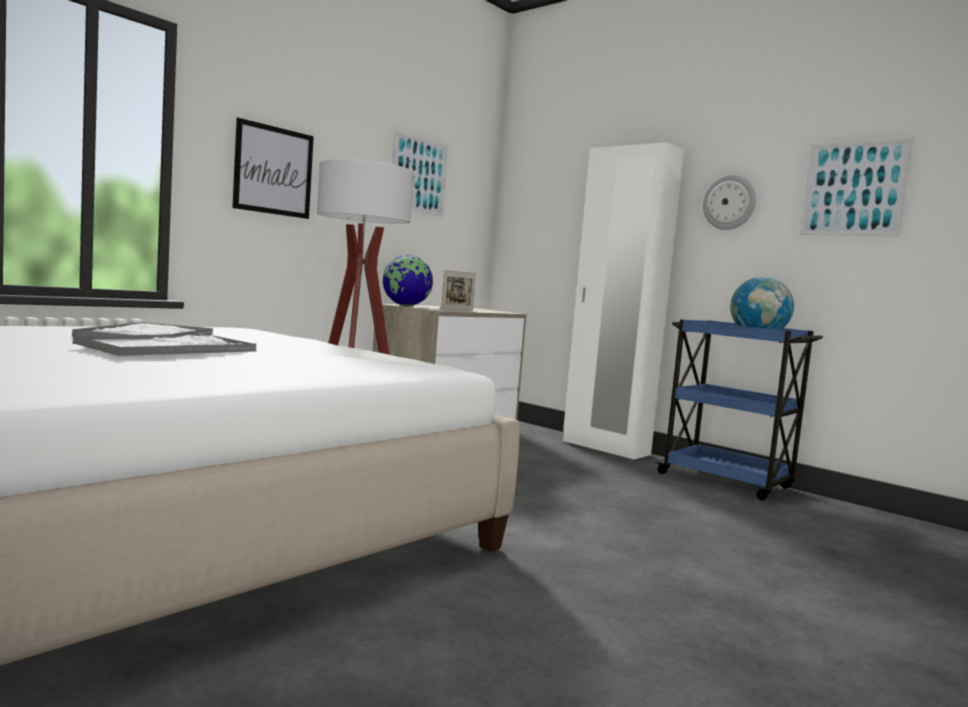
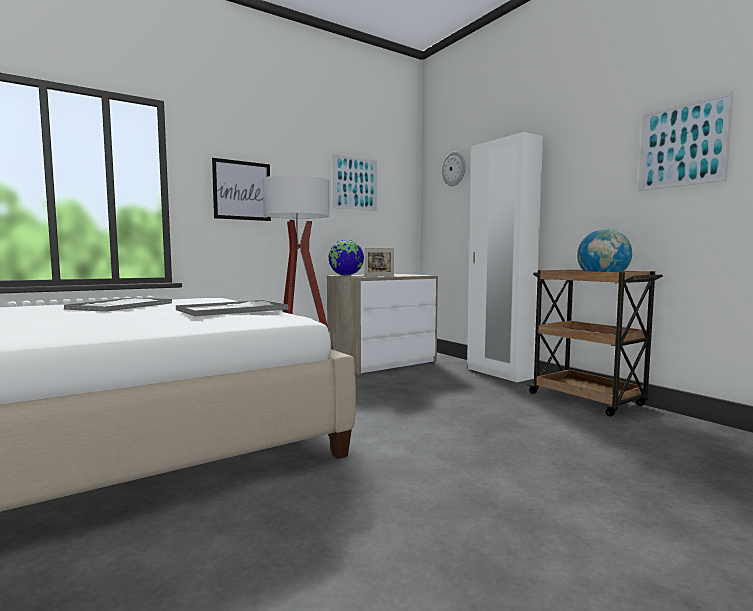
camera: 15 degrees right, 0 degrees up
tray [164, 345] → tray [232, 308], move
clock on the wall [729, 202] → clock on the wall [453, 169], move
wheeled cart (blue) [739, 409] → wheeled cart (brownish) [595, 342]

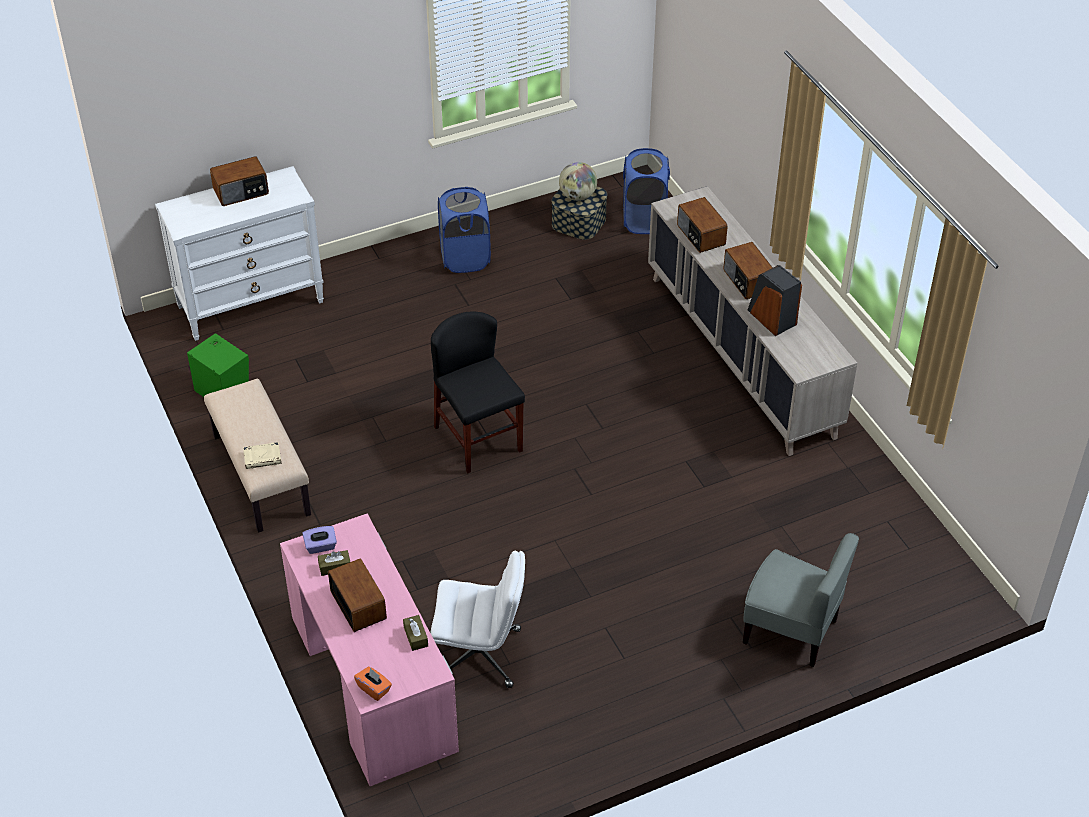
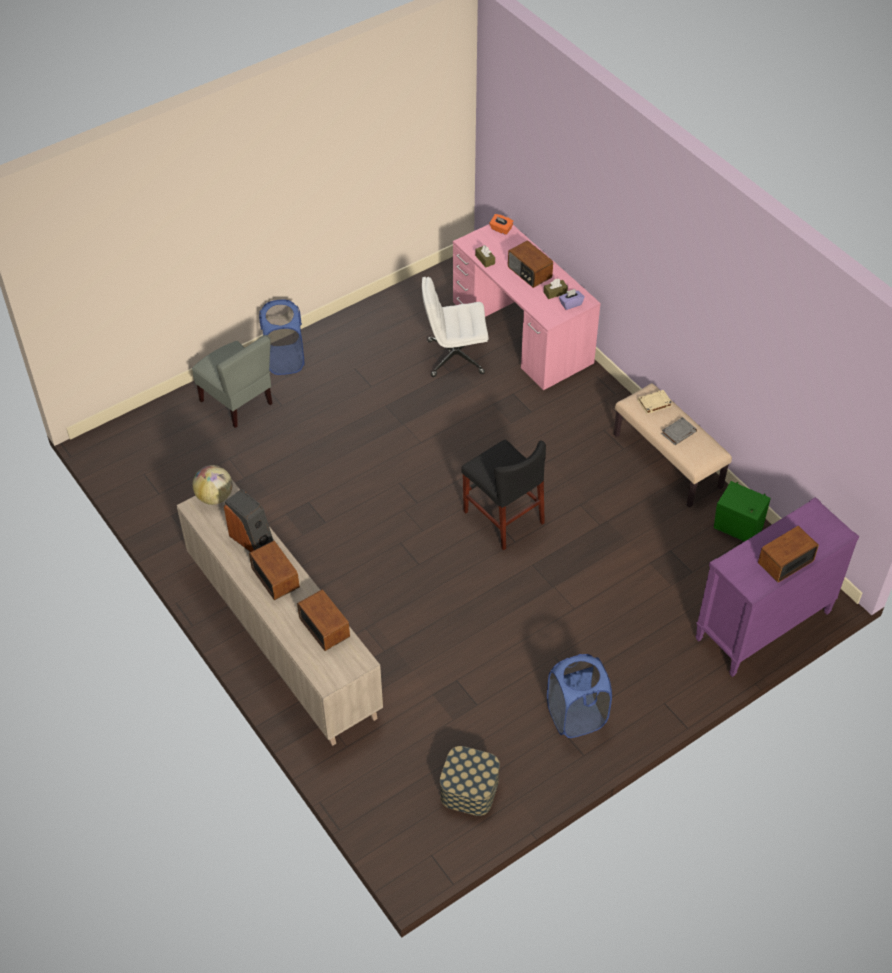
camera: 170 degrees right, 5 degrees up
upright chair (greyish) [801, 600] → upright chair (greyish) [232, 381], 150 degrees counterclockwise
globe [578, 181] → globe [212, 485], move
washing basket (blue) [646, 191] → washing basket (blue) [282, 337], move
- → book (greyish) [679, 431]
chest of drawers (whitish) [239, 253] → chest of drawers (purplish) [777, 587]

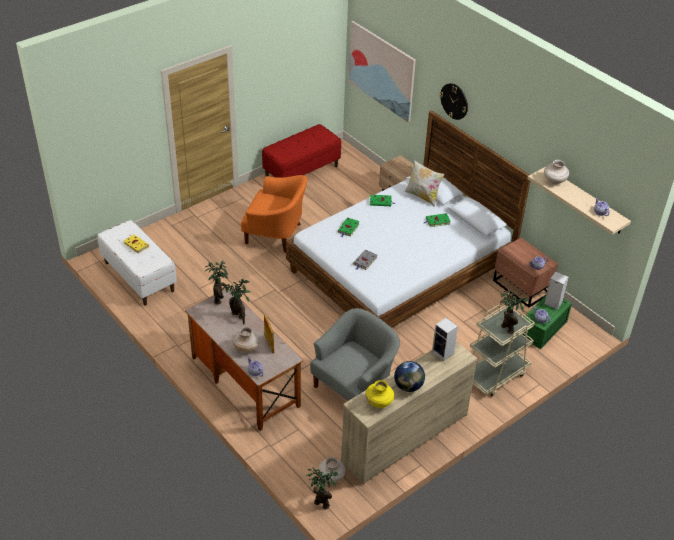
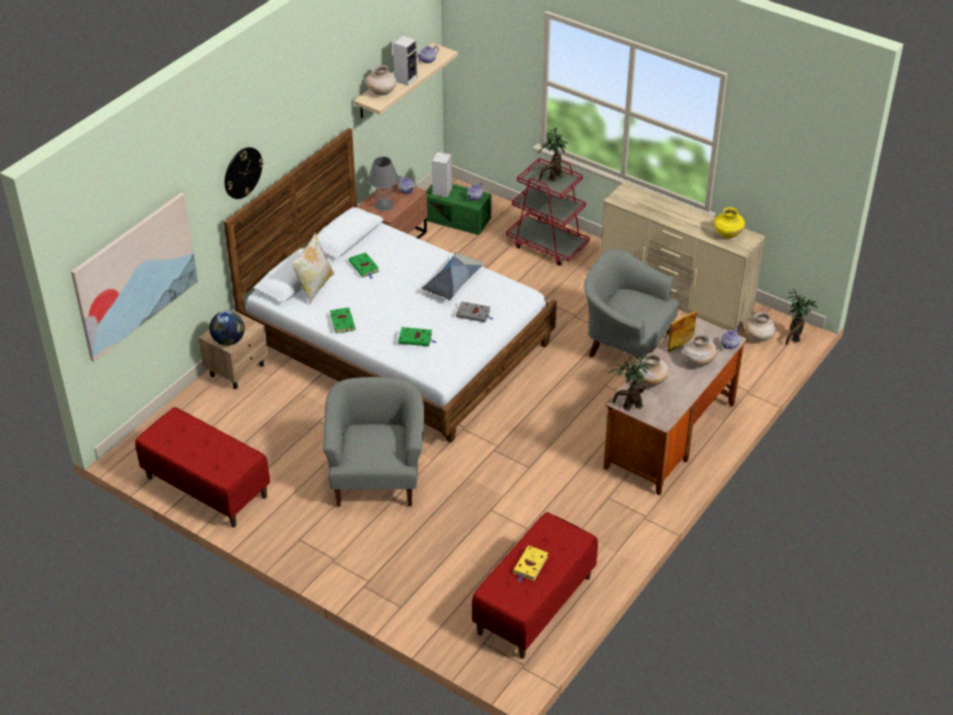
camera: 105 degrees left, 0 degrees up
globe [409, 376] → globe [227, 328], move
armchair (orangey) [274, 214] → armchair (greyish) [373, 441]
- → table lamp (greyish) [383, 184]
loudspeaker [445, 339] → loudspeaker [405, 60], move
- → throw pillow [453, 276]
long seat (whitish) [137, 263] → long seat (red-coloured) [535, 585]
wheeled cart (beige) [502, 350] → wheeled cart (red-coloured) [548, 212]
plant in a pot [236, 301] → decorative vase (beige) [652, 369]

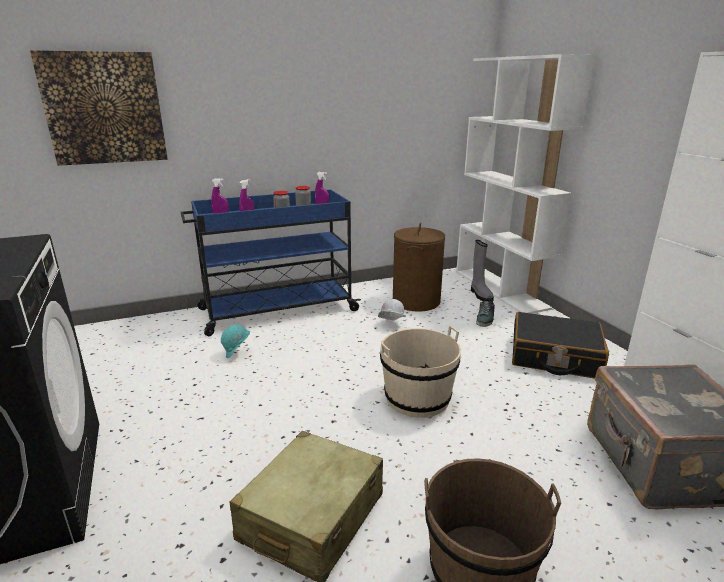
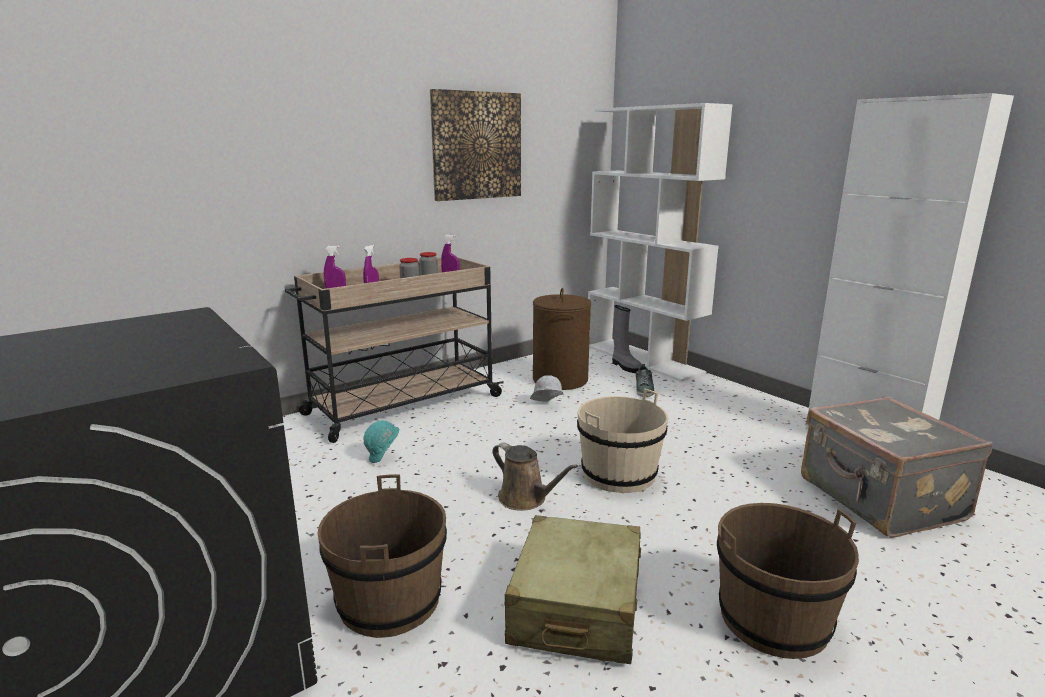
camera: 15 degrees left, 5 degrees down
wheeled cart (blue) [270, 262] → wheeled cart (beige) [394, 350]
- → bucket (brownish) [382, 556]
picture [99, 108] → picture [475, 145], move
- → sprinkling can (brownish) [535, 476]
travel case (black) [560, 345] → -

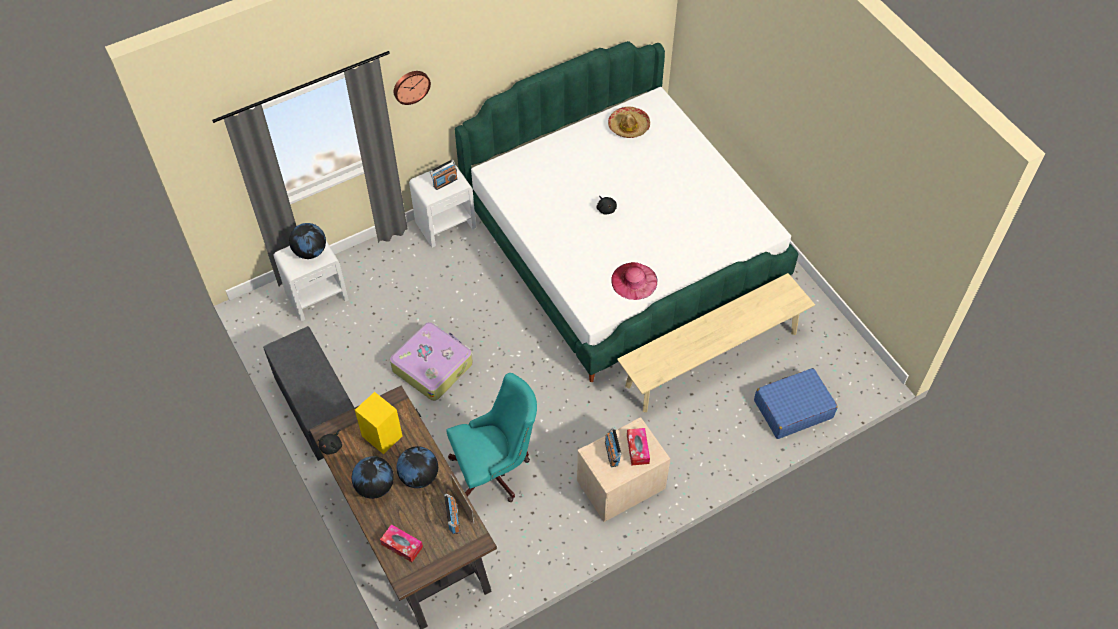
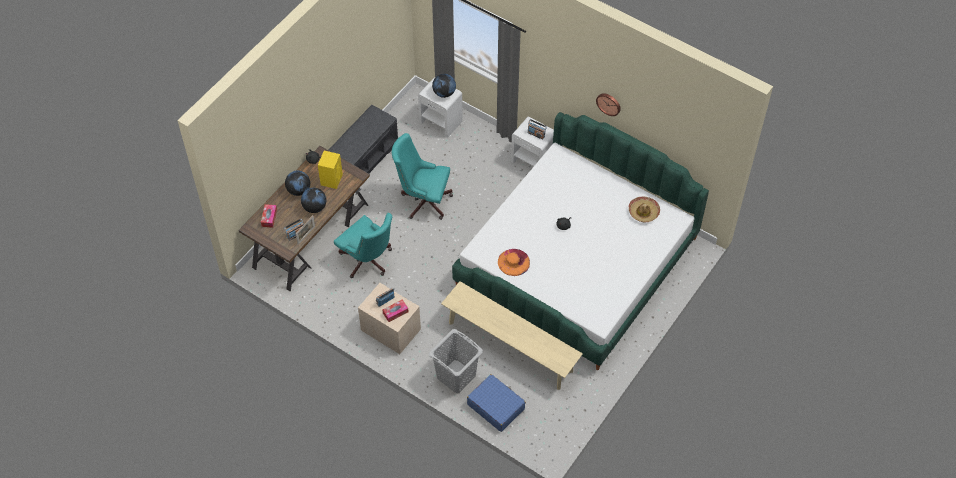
camera: 65 degrees right, 0 degrees up
travel case [431, 361] → office chair (turquoise) [422, 176]
- → washing basket (greyish) [456, 361]
clothing hat (pinkish) [634, 281] → clothing hat (orangey) [514, 262]
clock on the wall [412, 88] → clock on the wall [608, 104], move

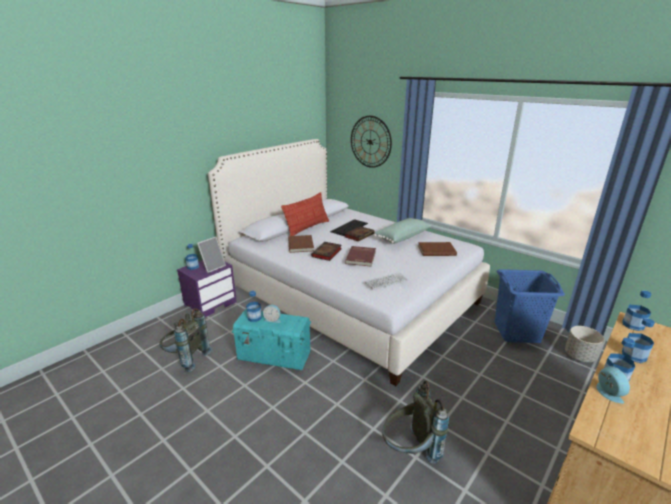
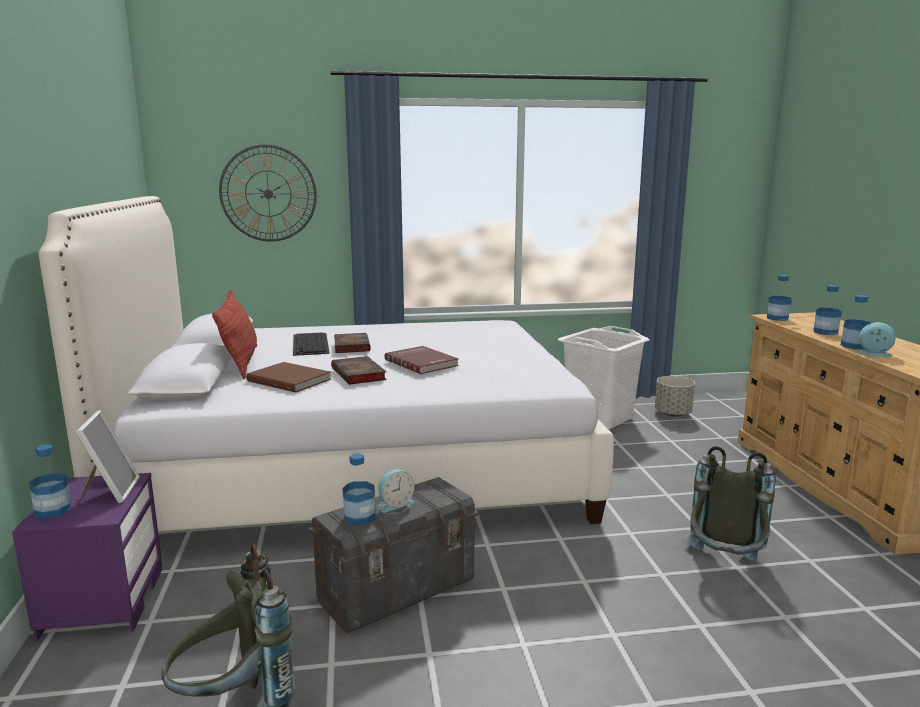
camera: 50 degrees left, 10 degrees down
storage box (turquoise) [271, 339] → storage box (greyish) [393, 555]
washing basket (blue) [530, 306] → washing basket (whitish) [604, 378]
keyboard [386, 281] → -
throw pillow (green-coloured) [402, 231] → -
book (brownish) [437, 249] → -

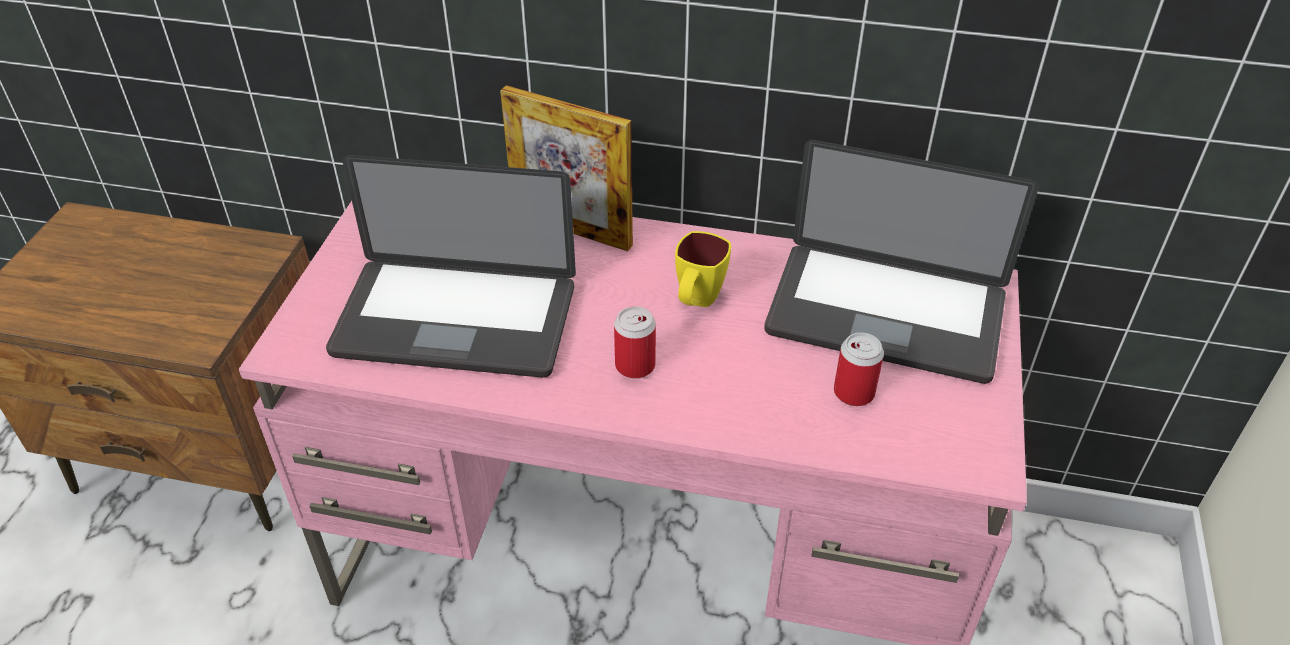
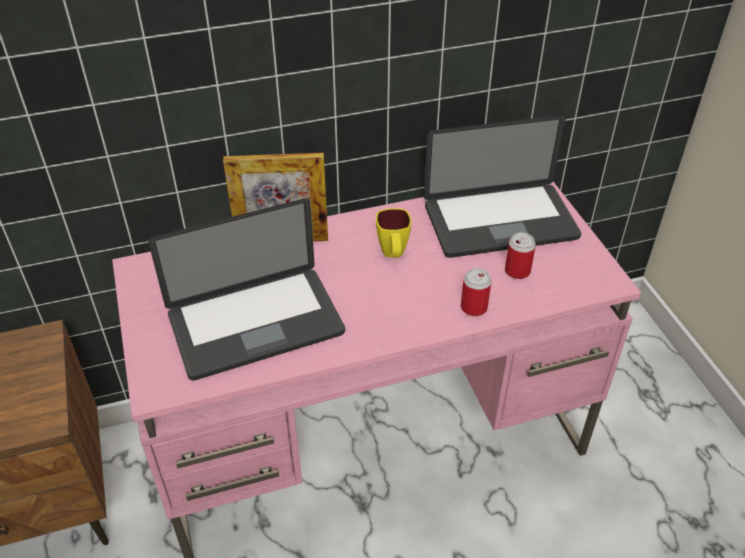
camera: 30 degrees left, 0 degrees up
can [635, 342] → can [476, 292], move

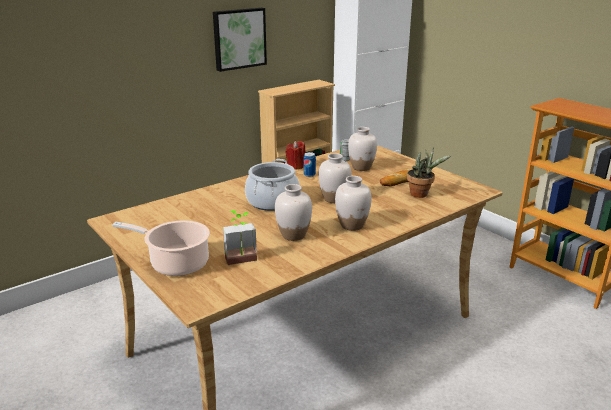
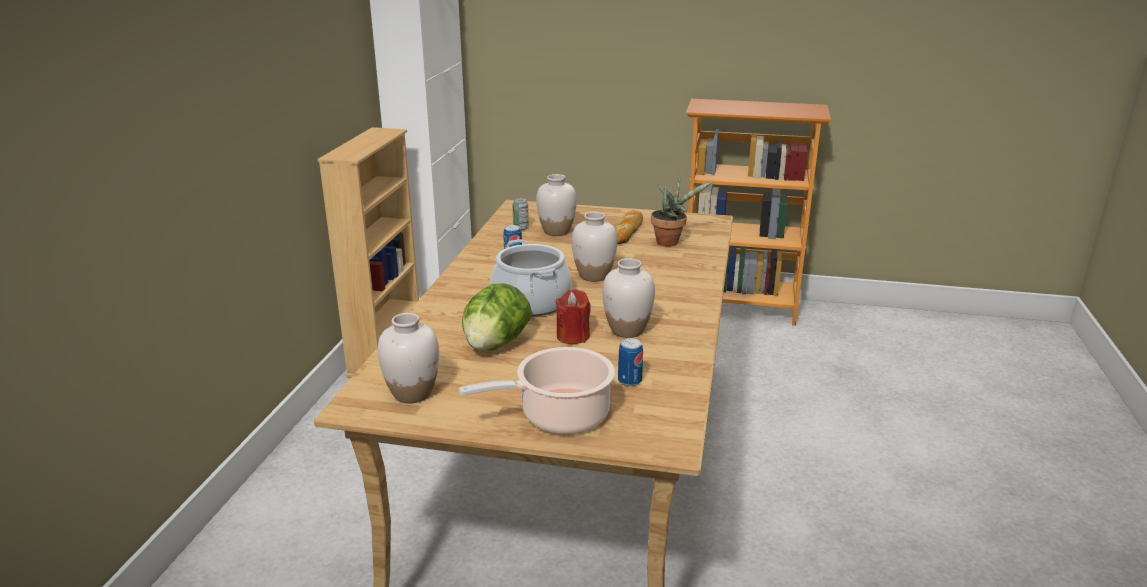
camera: 40 degrees left, 0 degrees up
decorative vase (whitish) [353, 203] → decorative vase (whitish) [408, 358], move
- → lettuce [497, 317]
wax candle (red-coloured) [295, 155] → wax candle (red-coloured) [573, 316], move
plant in a pot [240, 237] → can [630, 362]
picture [240, 40] → -

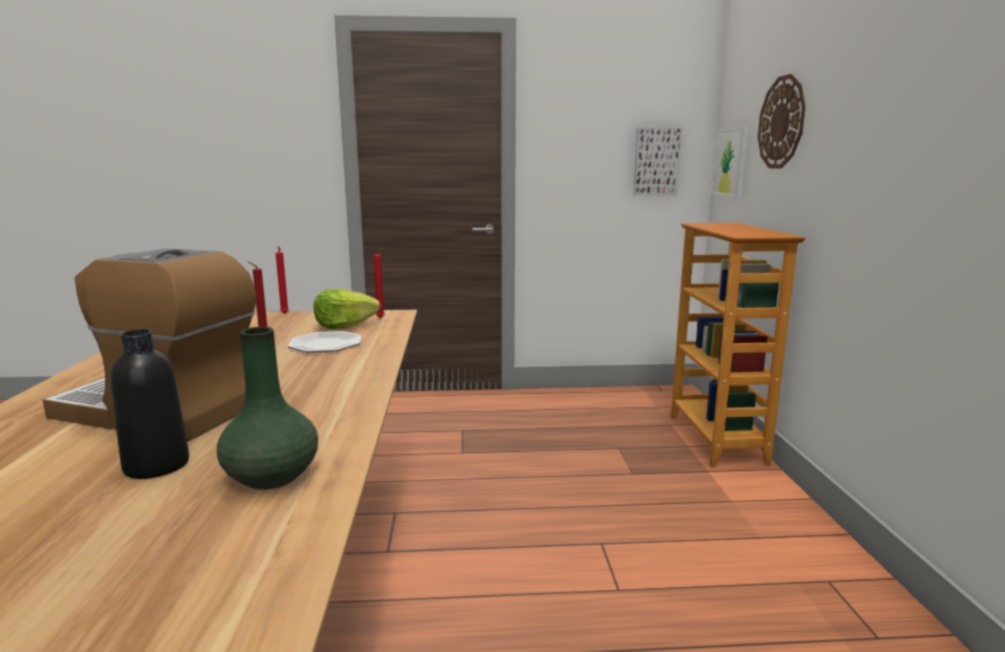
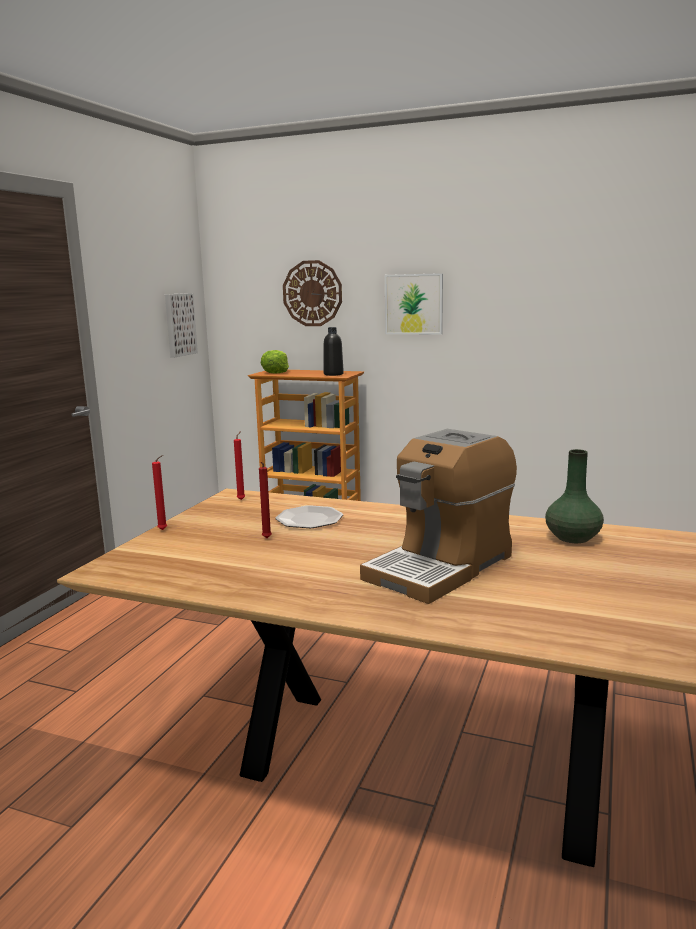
camera: 65 degrees left, 0 degrees up
lettuce [347, 309] → lettuce [275, 362], move
beverage bottle (black) [149, 404] → beverage bottle (black) [334, 351], move
picture [729, 162] → picture [414, 303], move

